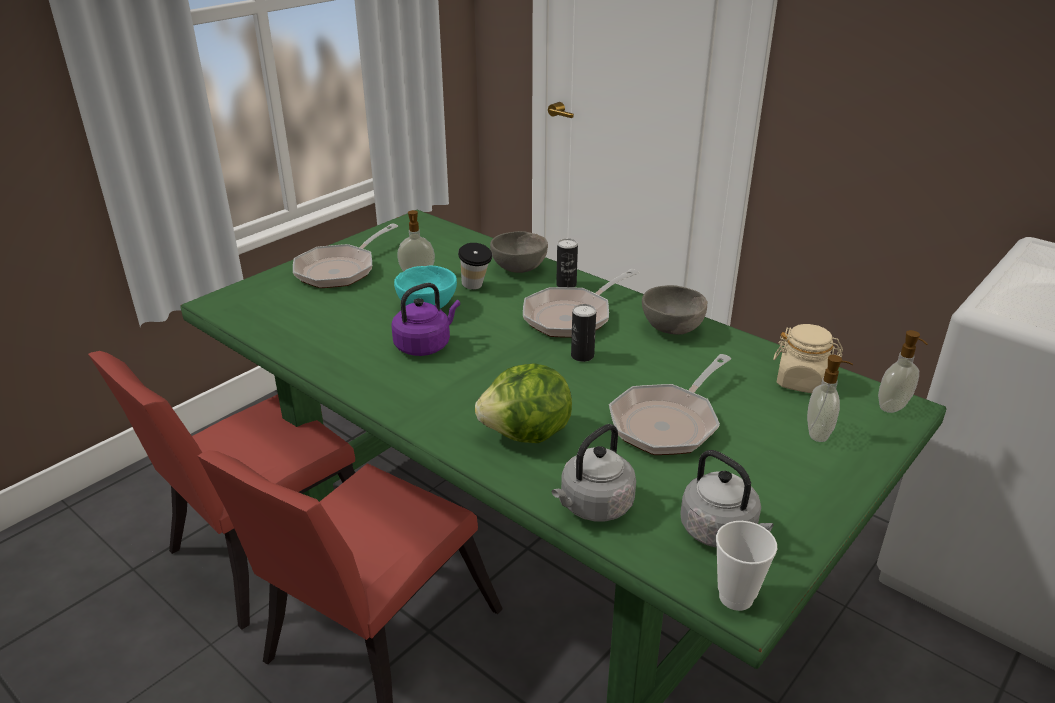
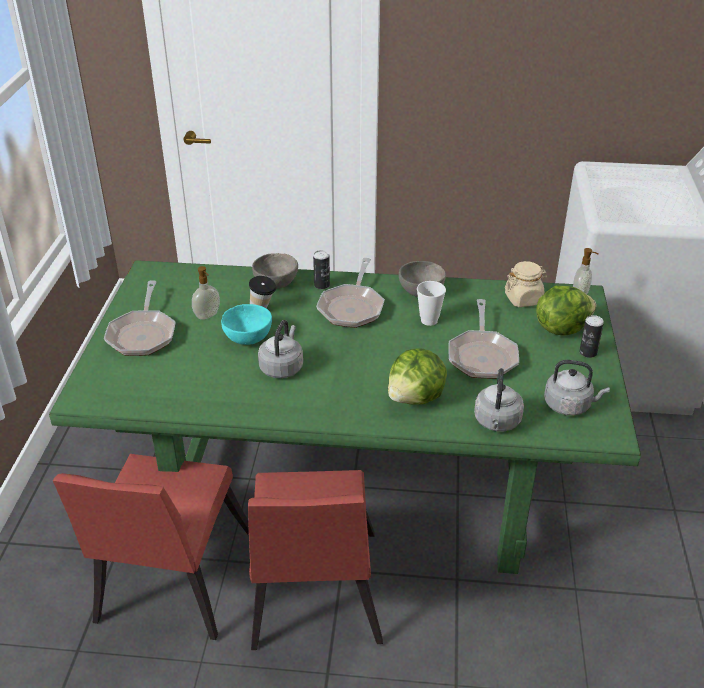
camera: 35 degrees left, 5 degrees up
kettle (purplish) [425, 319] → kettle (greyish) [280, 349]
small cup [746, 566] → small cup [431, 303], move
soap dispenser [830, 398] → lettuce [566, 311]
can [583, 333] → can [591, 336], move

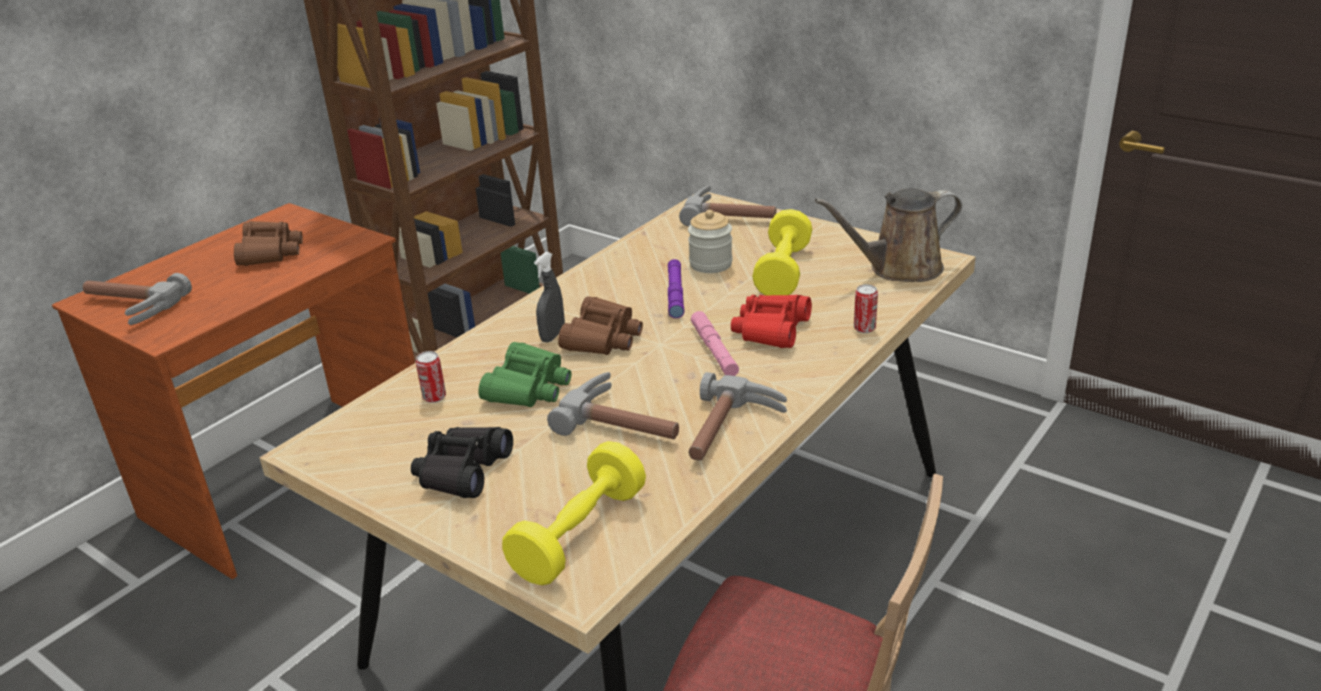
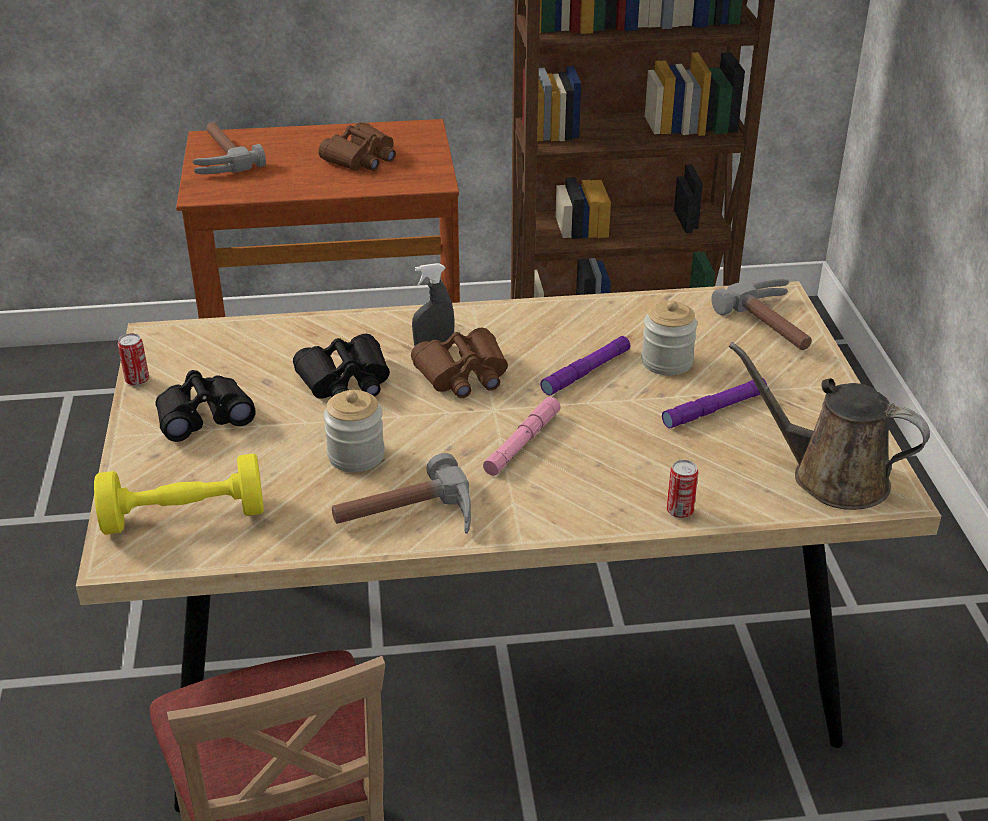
camera: 45 degrees right, 5 degrees up
can [431, 377] → can [133, 359], move
binoculars (green-coloured) [524, 374] → binoculars (black) [341, 366]
hand hammer [613, 405] → jar [354, 431]
dumbbell (yellow-coloured) [782, 252] → torch (purplish) [714, 403]
binoculars (red-coloured) [771, 321] → -

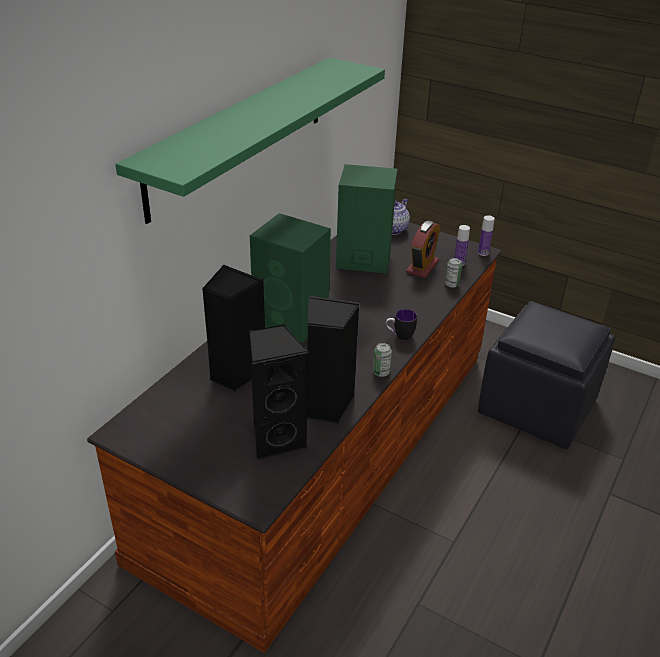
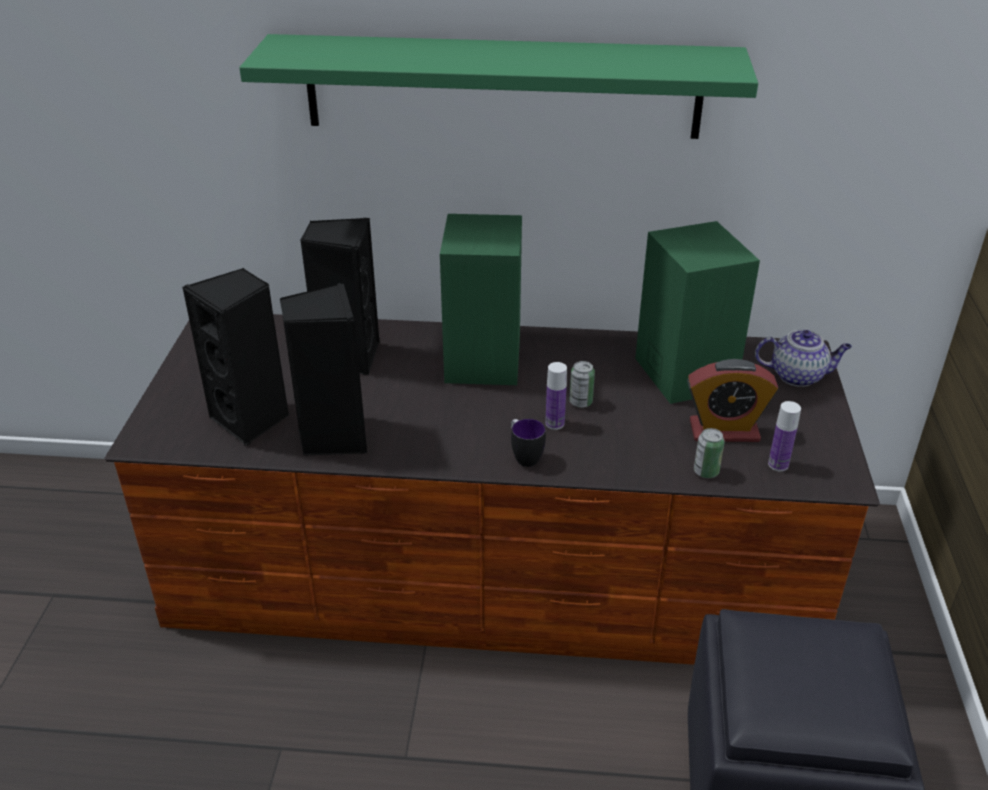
camera: 65 degrees right, 0 degrees up
beverage bottle [486, 235] → beverage bottle [556, 396], move
can [382, 360] → can [582, 384], move

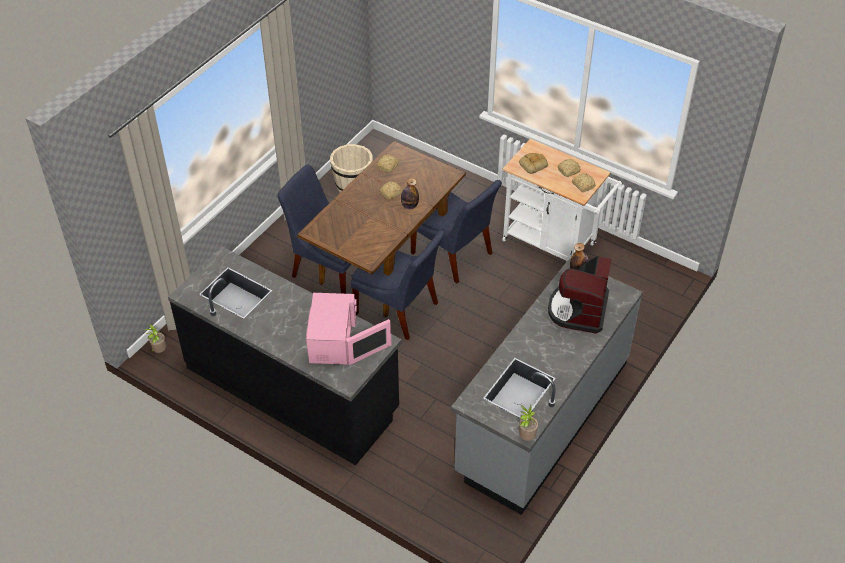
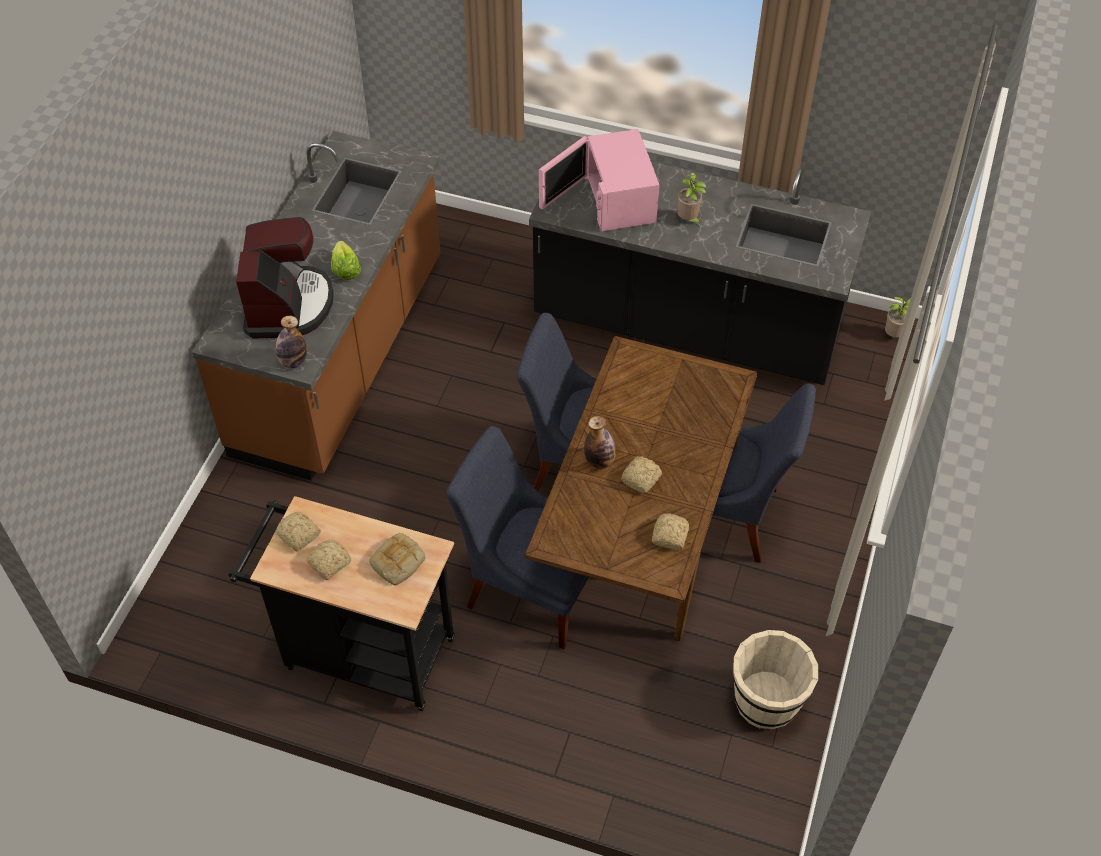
camera: 165 degrees right, 5 degrees up
kitchen base unit (greyish) [547, 386] → kitchen base unit (brownish) [316, 306]
wheeled cart (whitish) [562, 200] → wheeled cart (black) [341, 603]
- → lettuce [346, 260]
plant in a pot [528, 423] → plant in a pot [692, 199], move

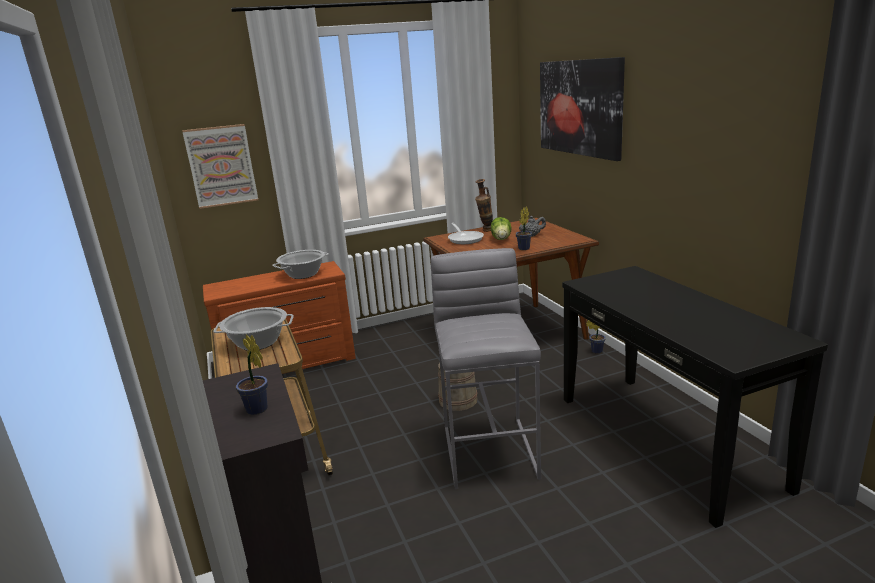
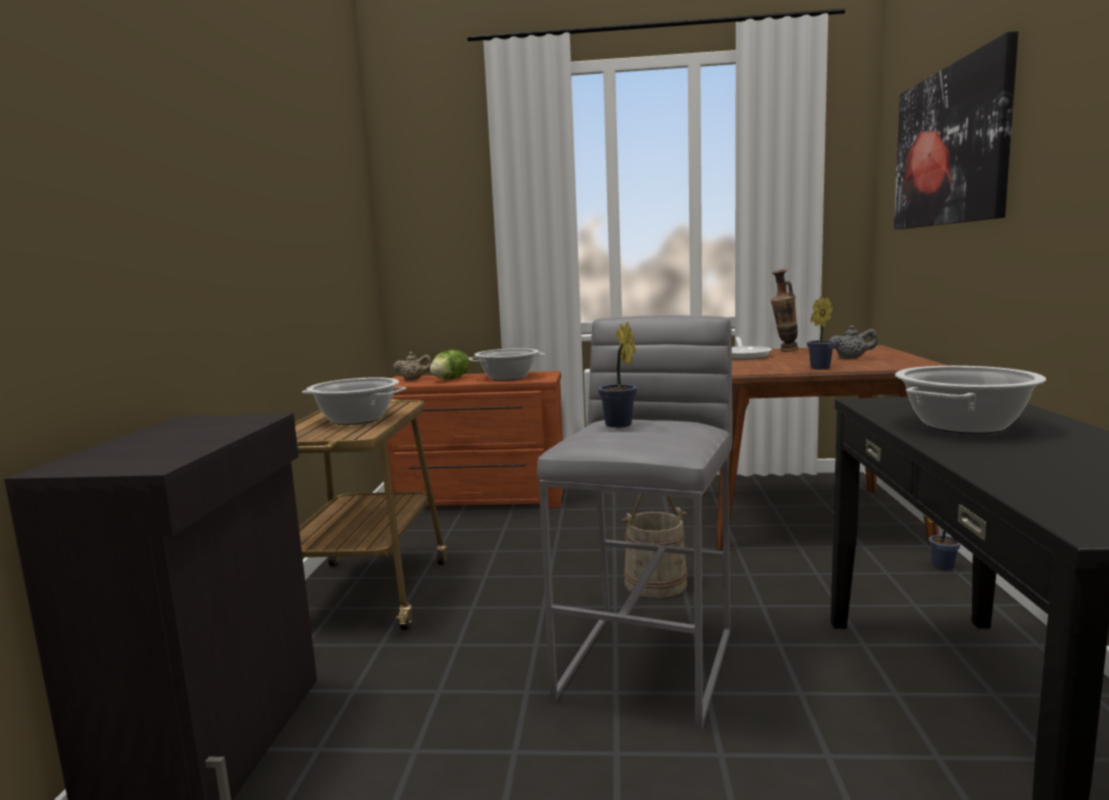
camera: 25 degrees right, 10 degrees down
- → teapot (beige) [412, 366]
lettuce [501, 228] → lettuce [450, 364], move
plant in a pot [252, 375] → plant in a pot [617, 375], move
- → saucepot [970, 400]
picture [220, 166] → -

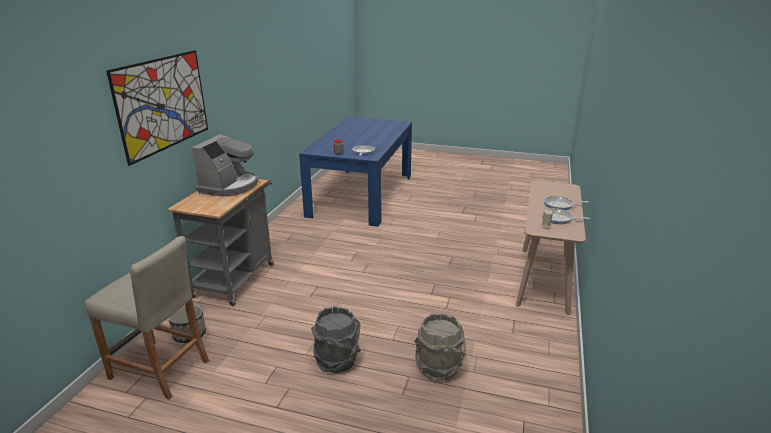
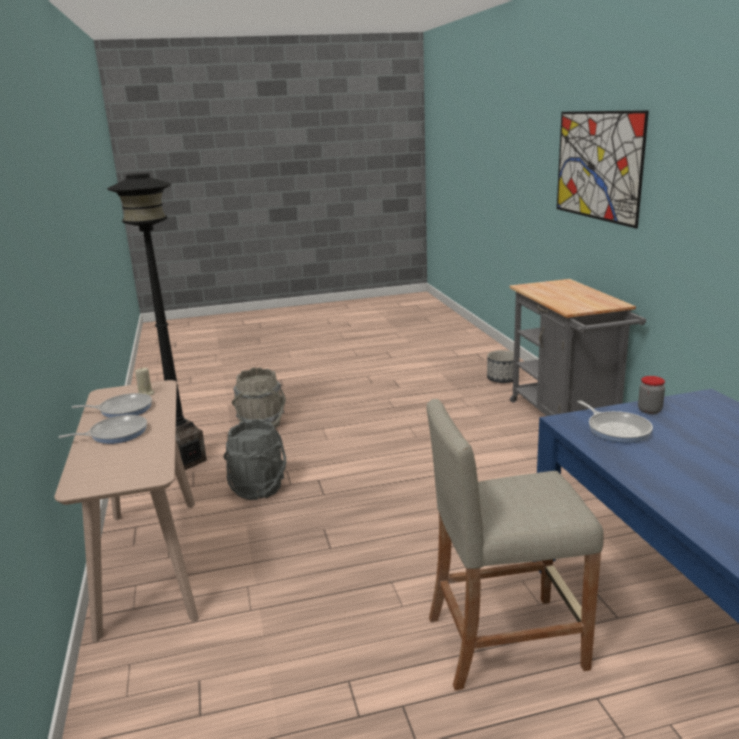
camera: 150 degrees right, 5 degrees down
- → floor lamp (black) [157, 321]
bucket (greyish) [336, 339] → bucket (greyish) [255, 459], move
sitting stool (beige) [147, 318] → sitting stool (beige) [515, 544], move
coffee maker [224, 165] → -

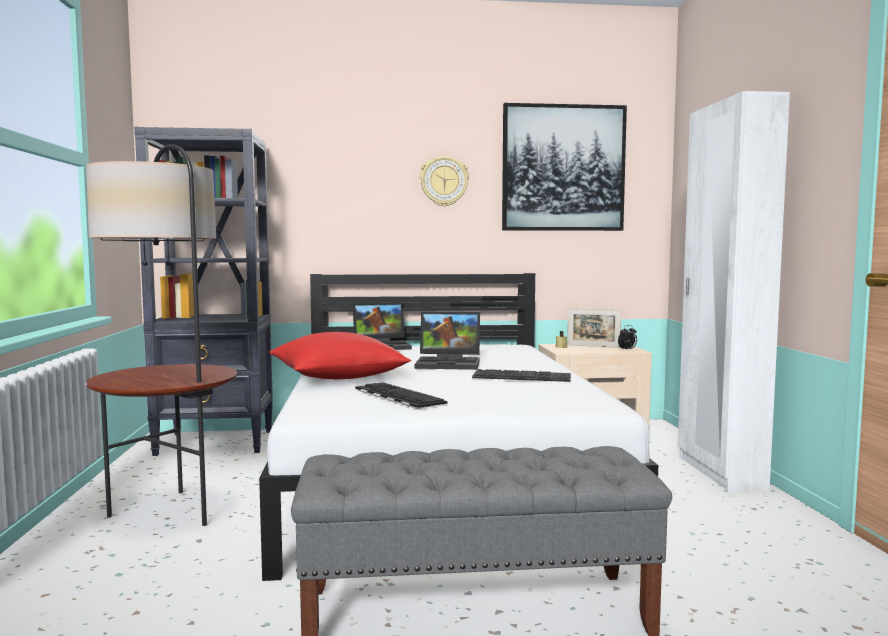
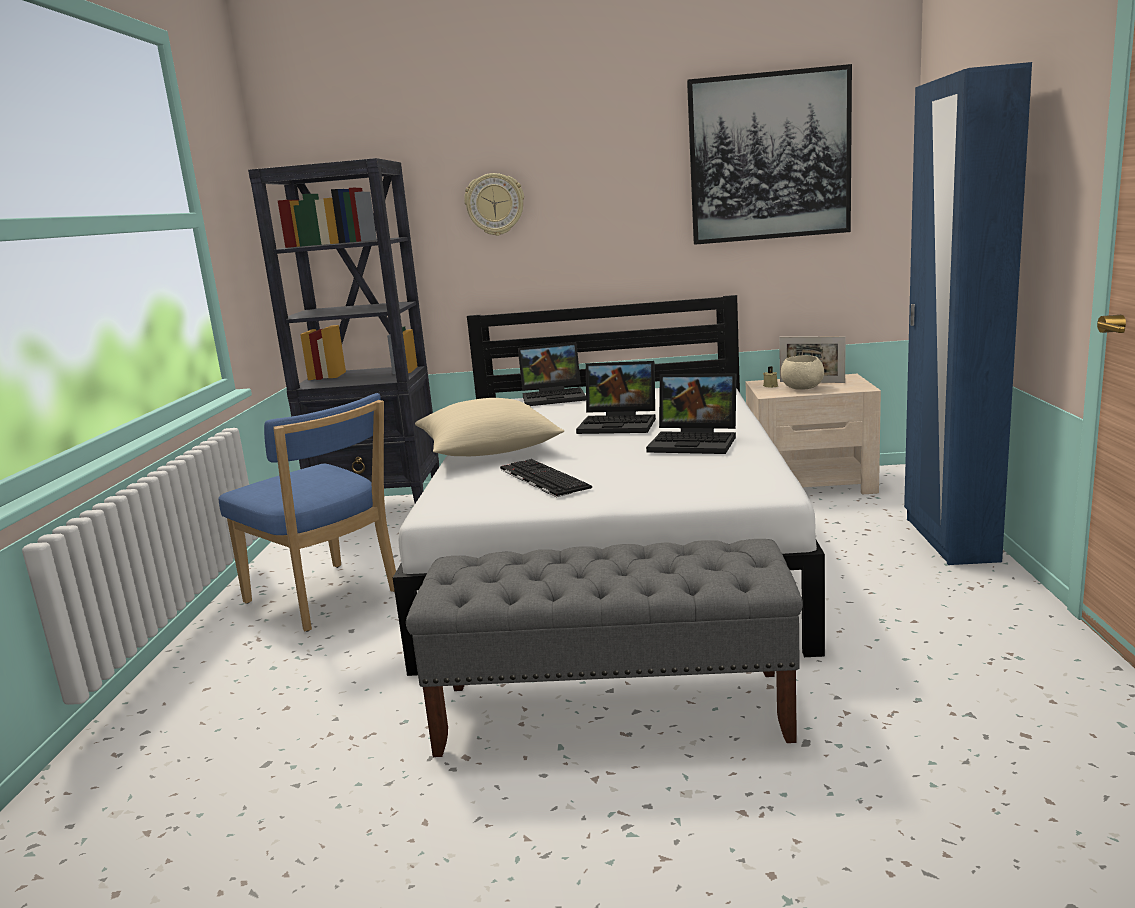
camera: 10 degrees right, 10 degrees up
floor lamp [161, 335] → upright chair (blue) [307, 512]
throw pillow (red-coloured) [340, 355] → throw pillow (beige) [489, 427]
clock on the wall [444, 181] → clock on the wall [494, 204], move
keyboard [521, 375] → notebook computer [691, 413]
- → serving bowl (beige) [802, 372]
armoire (whitish) [734, 291] → armoire (blue) [968, 313]
alarm clock [627, 337] → -

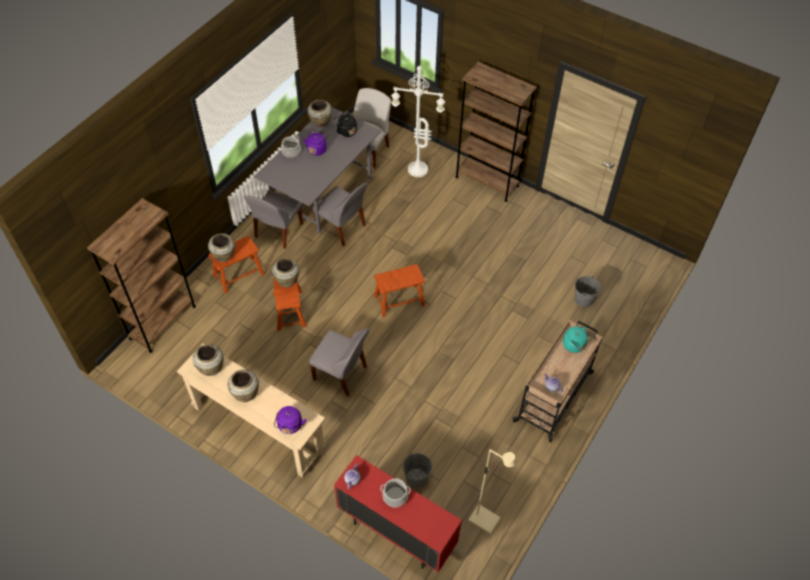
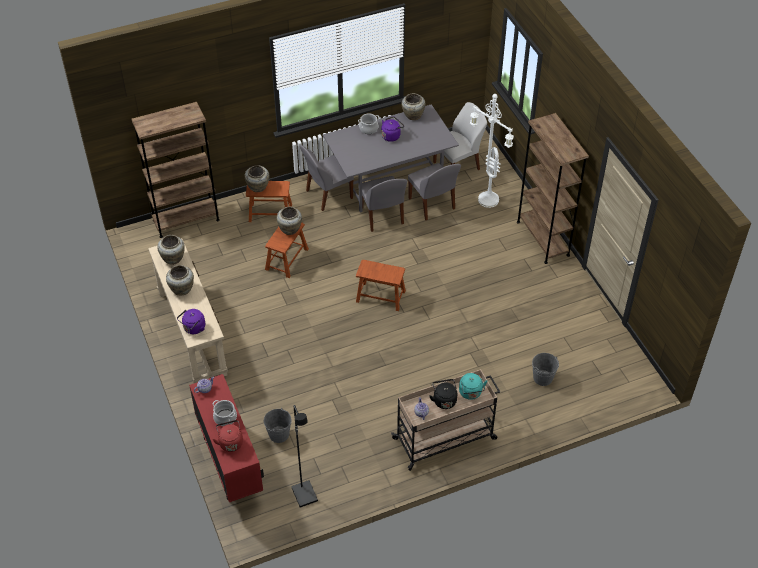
camera: 35 degrees right, 5 degrees down
- → kettle (red-coloured) [228, 436]
floor lamp (beige) [492, 491] → floor lamp (black) [304, 456]
upright chair (greyish) [339, 362] → upright chair (greyish) [434, 191], move
kettle (black) [345, 124] → kettle (black) [443, 394], move

